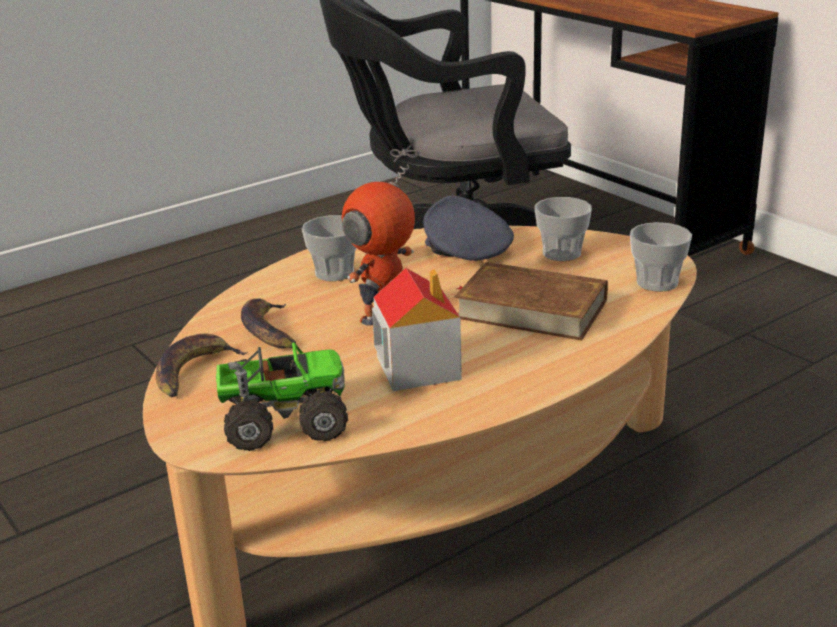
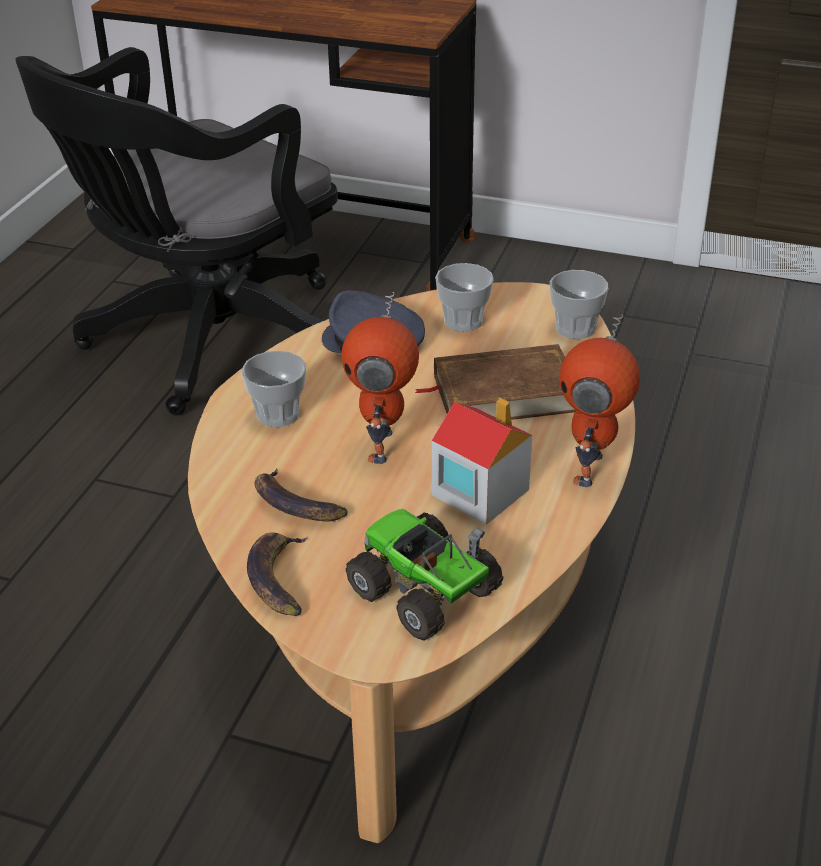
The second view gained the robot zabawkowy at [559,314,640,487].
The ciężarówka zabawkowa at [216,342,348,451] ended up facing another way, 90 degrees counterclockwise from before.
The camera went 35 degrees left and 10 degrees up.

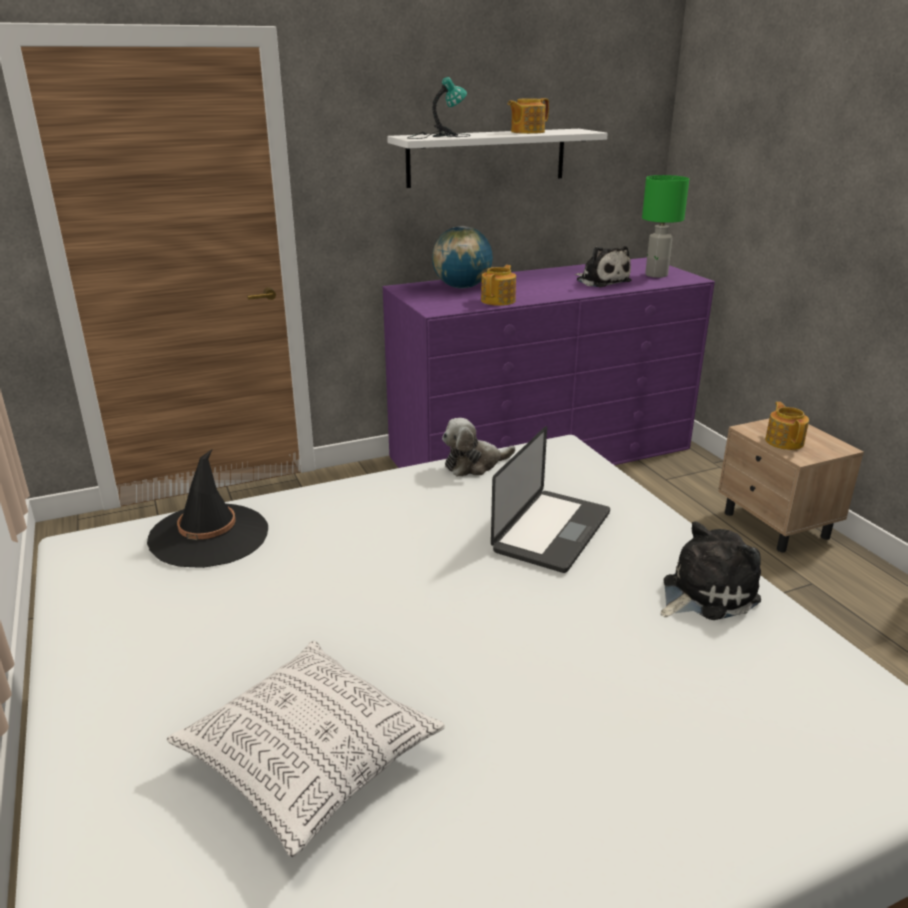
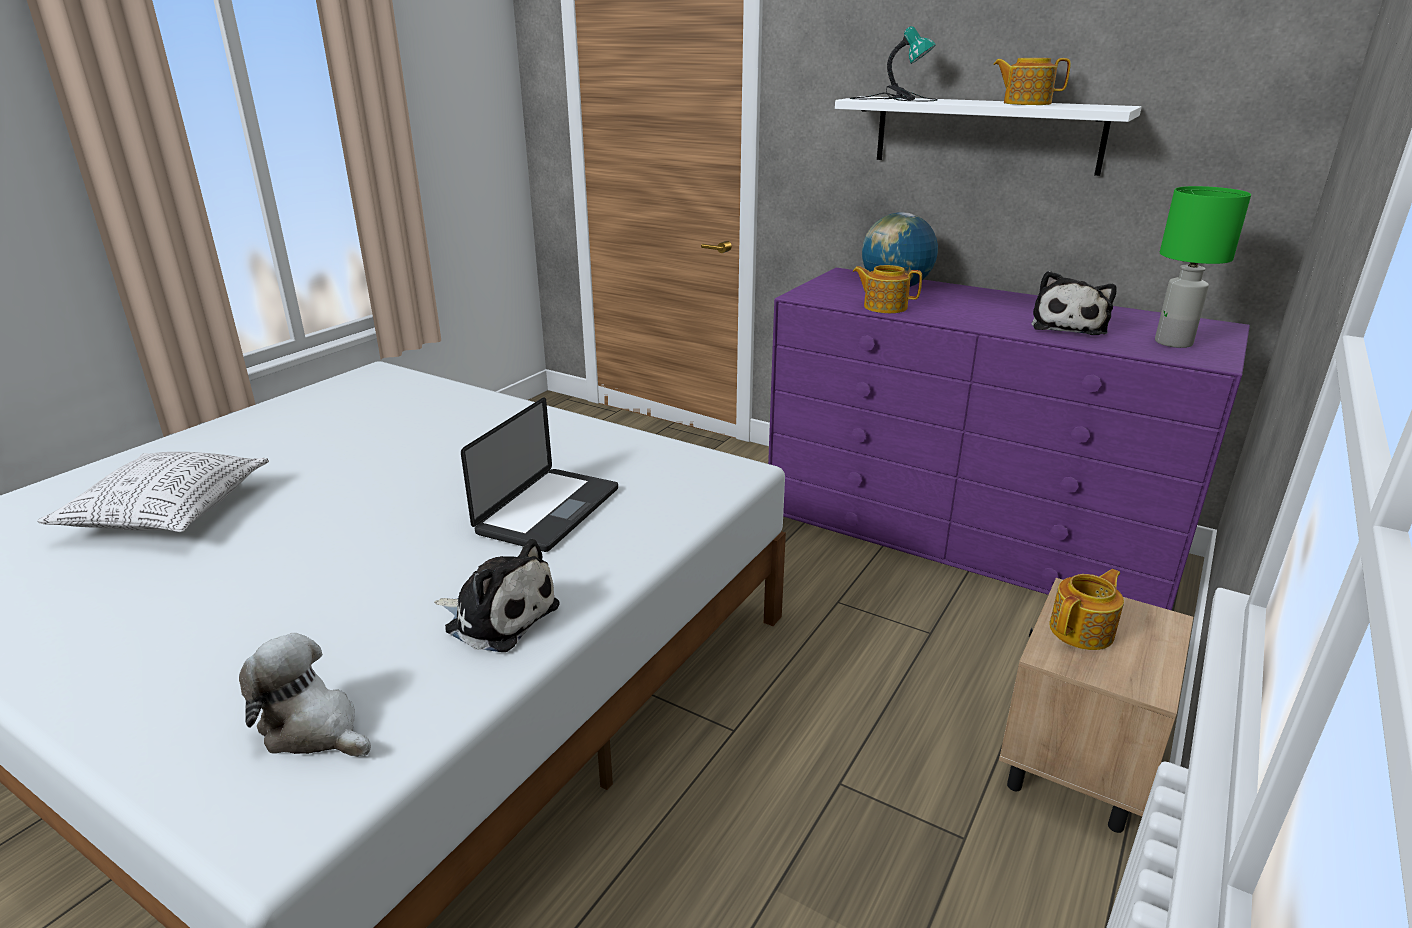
The second view lost the kapelusz/czarny at [147,450,268,568].
The pluszak ended up elsewhere, having gone from [442,418,515,477] to [239,633,371,757].
The imbryk at [481,265,516,306] ended up facing another way, 150 degrees counterclockwise from before.
The laptop at [491,426,610,573] ended up facing another way, 60 degrees counterclockwise from before.
The camera went 55 degrees right and 0 degrees up.

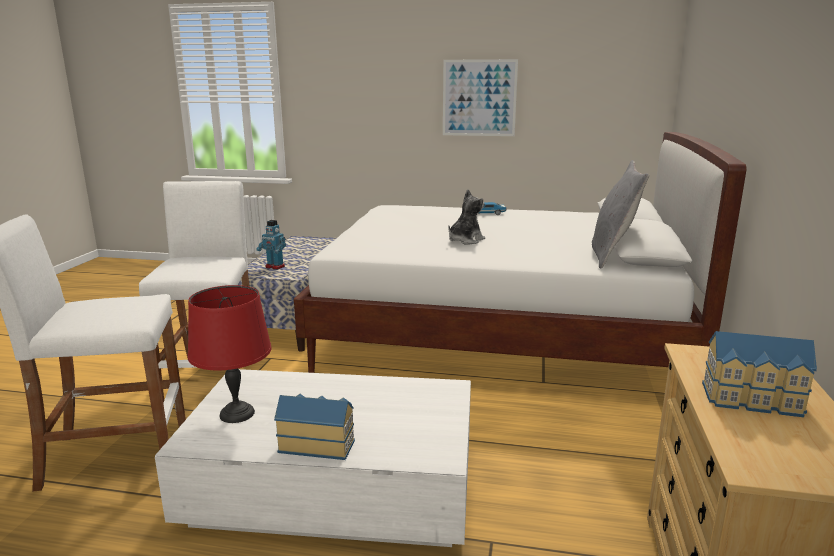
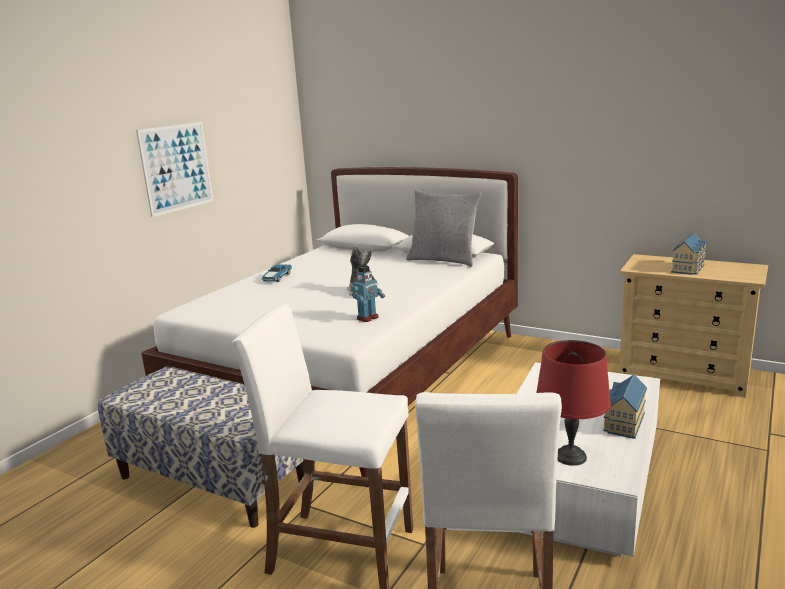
The robot zabawkowy ended up elsewhere, having gone from [257,220,286,270] to [352,265,385,322].
The camera went 70 degrees left and 0 degrees up.

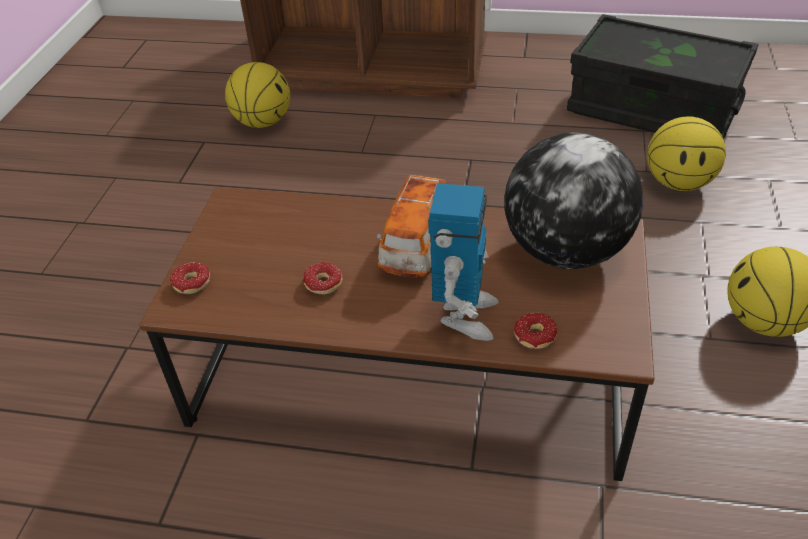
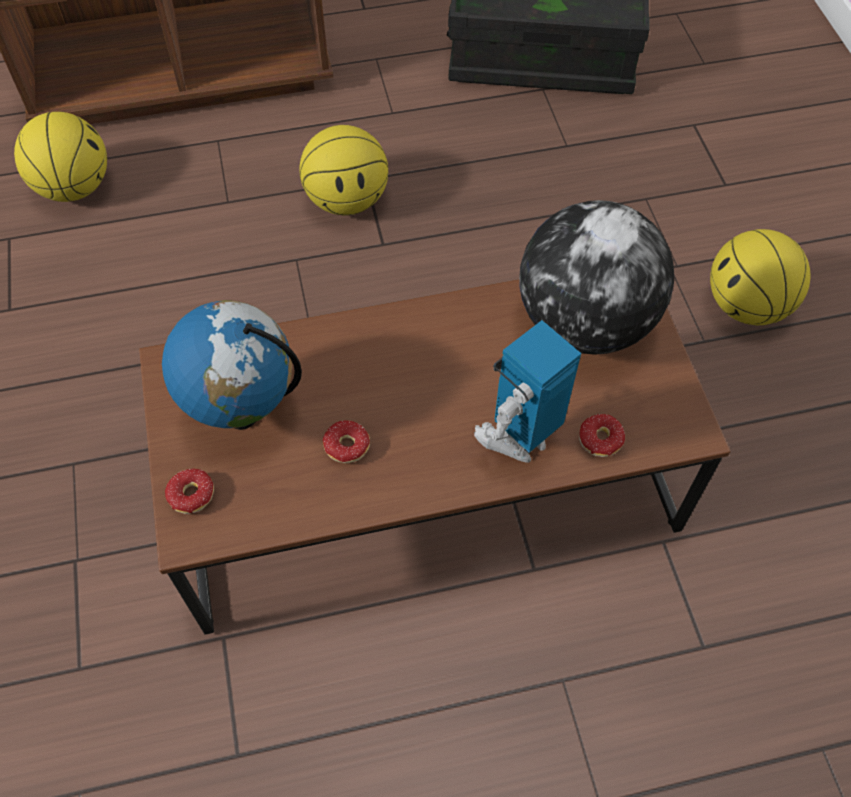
The second view lost the samochodzik at [377,175,447,278].
The second view gained the globus at [162,300,302,430].
The piłka do koszykówki ended up elsewhere, having gone from [647,116,726,191] to [299,125,388,215].
The robot zabawkowy at [428,183,499,341] ended up facing another way, 120 degrees counterclockwise from before.
The camera went 25 degrees left and 15 degrees up.

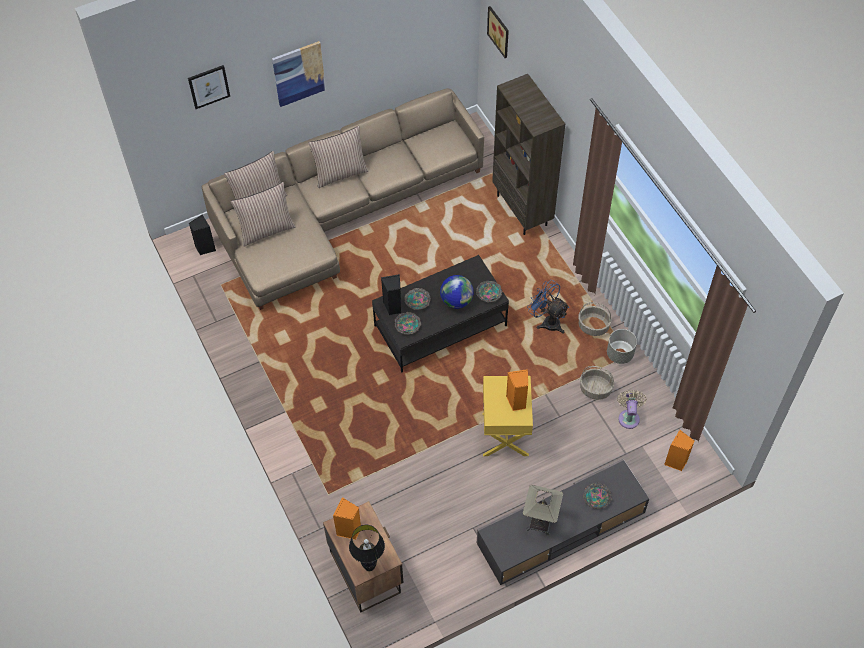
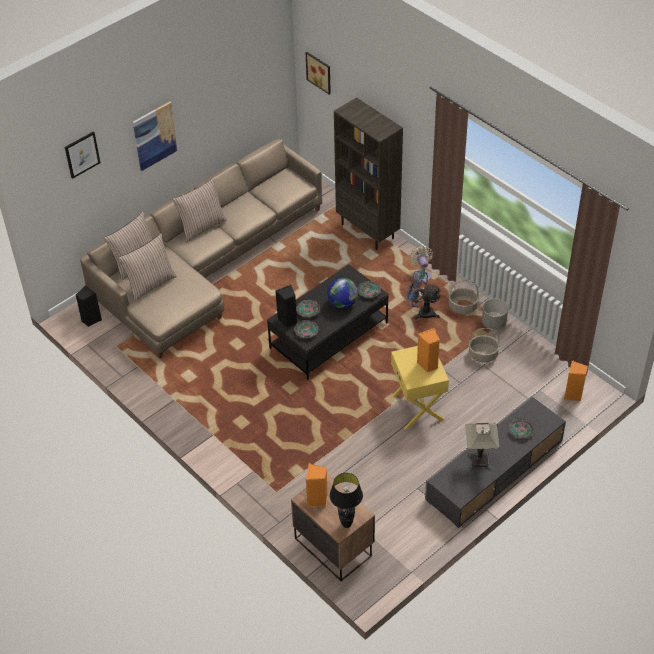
The wentylator/beżowy ended up elsewhere, having gone from [617,390,647,429] to [409,246,432,283].
The camera went 15 degrees left and 10 degrees down.

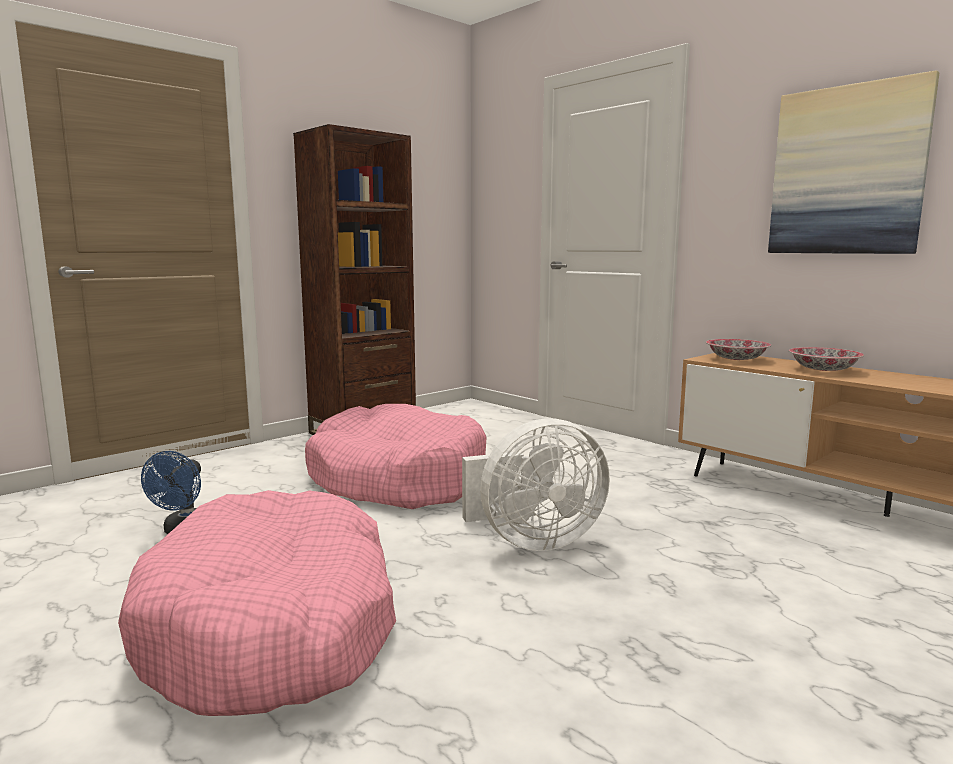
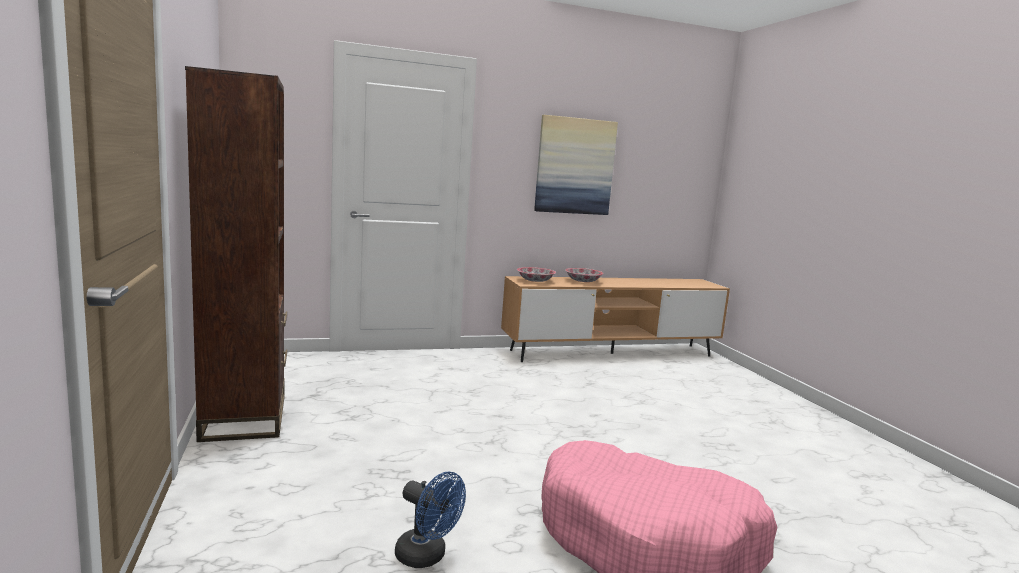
The second view lost the legowisko/różowy at [305,404,487,509].
The second view lost the wentylator/biały at [462,418,610,551].
The camera went 65 degrees left and 0 degrees up.

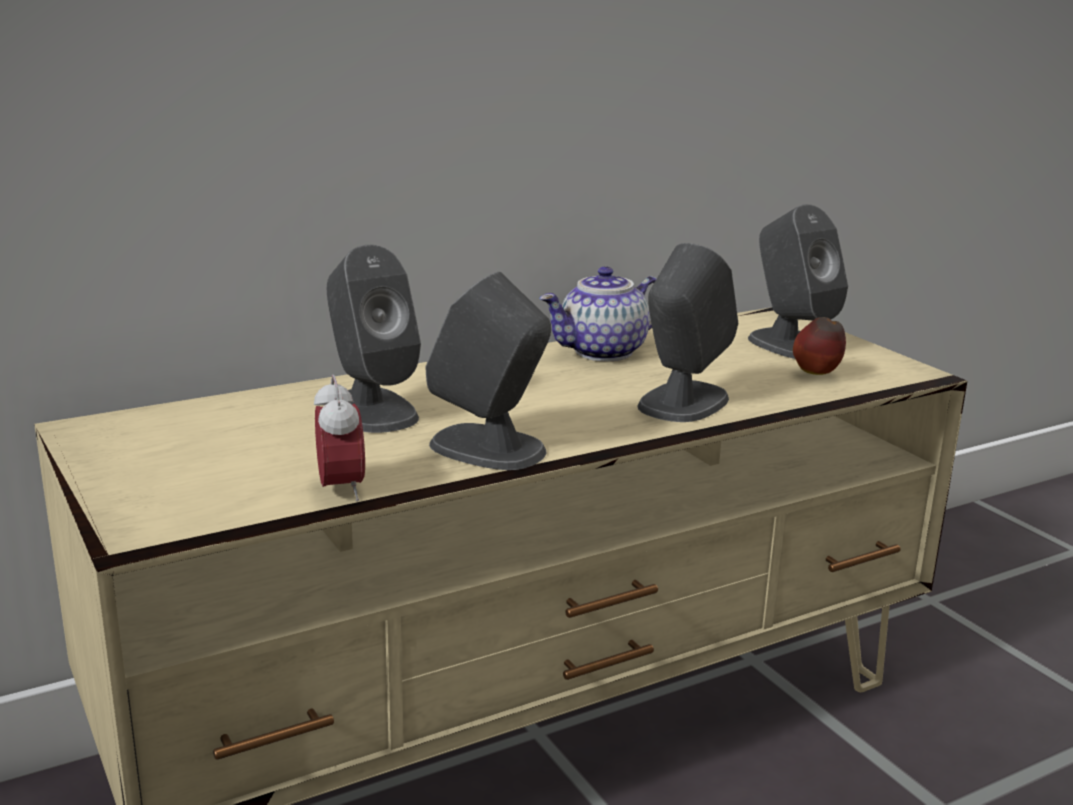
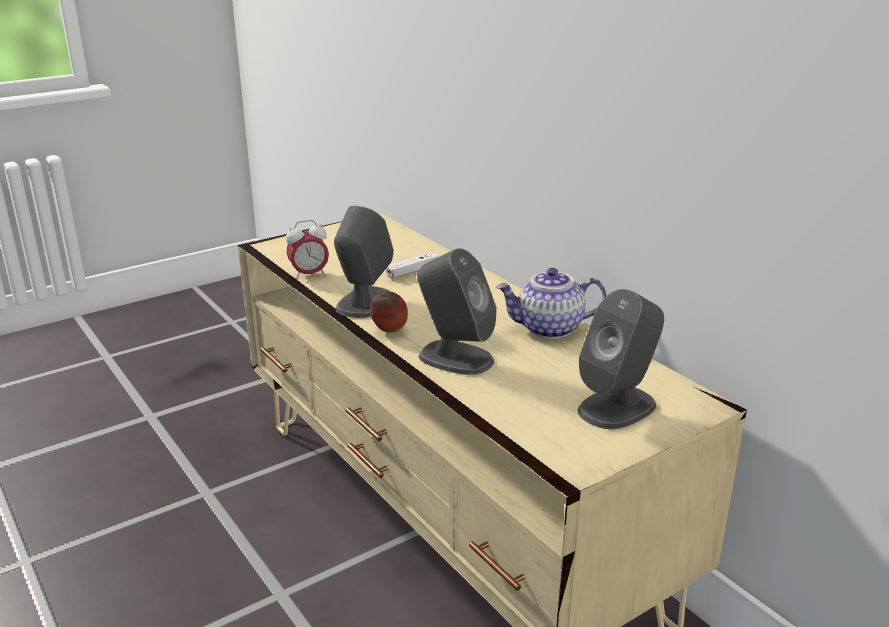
The jabłko ended up elsewhere, having gone from [793,317,846,375] to [370,292,408,333].
Where the głośnik/szary stood at [327,245,421,433], the pad do gier/biały came to stand at [386,252,439,279].
The imbryk at [539,266,657,361] ended up facing another way, 60 degrees counterclockwise from before.
The camera went 85 degrees right and 5 degrees up.

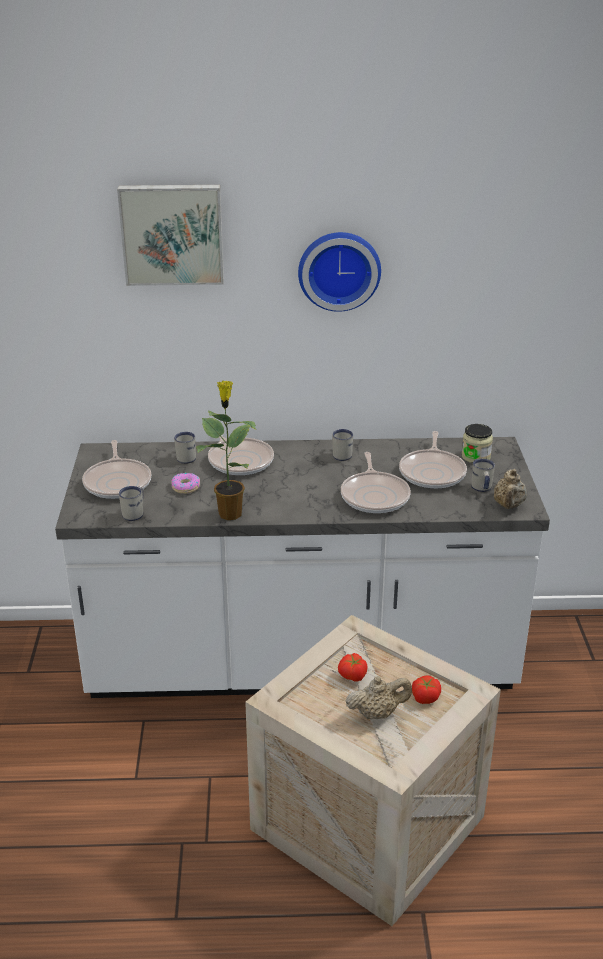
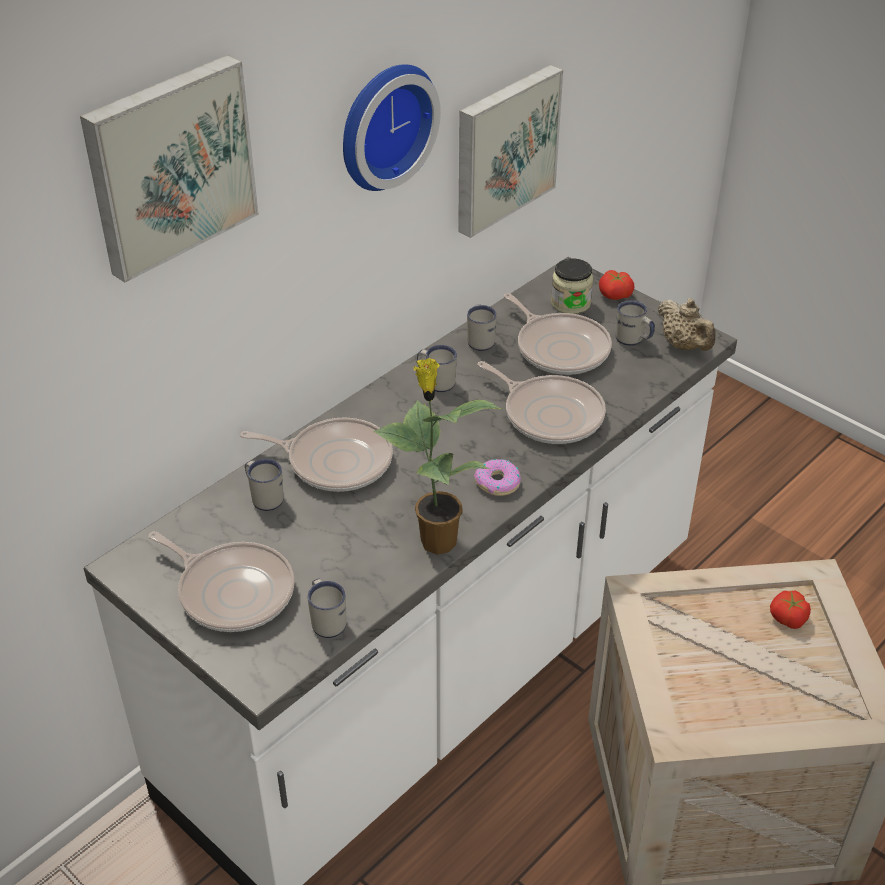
The second view lost the imbryk/beżowy at [346,676,412,719].
The second view gained the obraz at [458,65,563,238].
The second view gained the kubek/biały at [467,305,497,351].
The donut ended up elsewhere, having gone from [171,473,200,494] to [474,459,521,496].
The pomidor ended up elsewhere, having gone from [338,653,368,682] to [599,270,634,300].
The camera went 45 degrees left and 10 degrees up.

